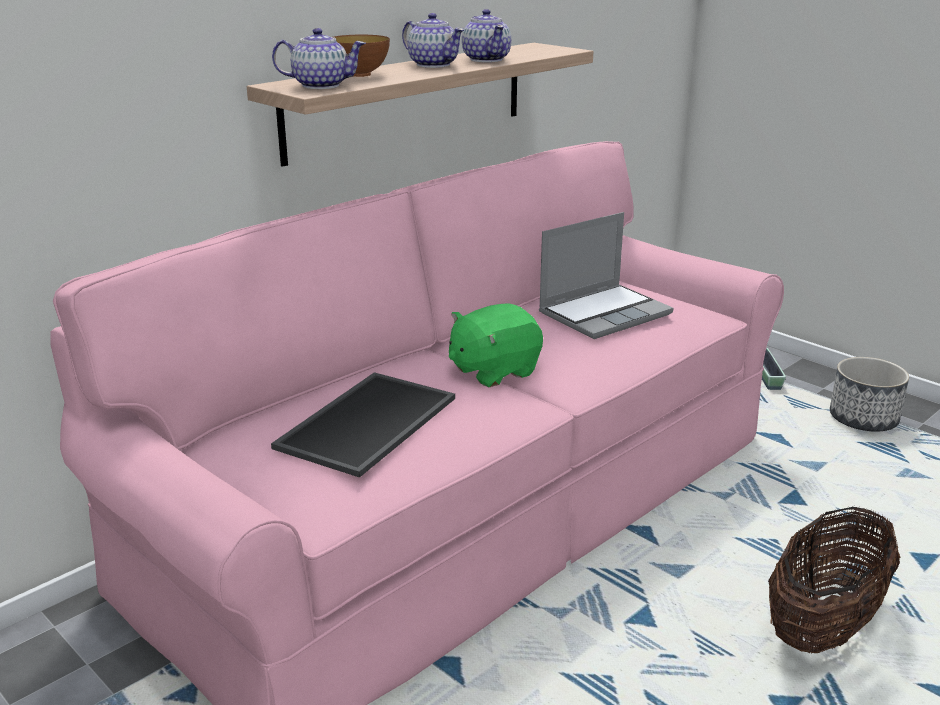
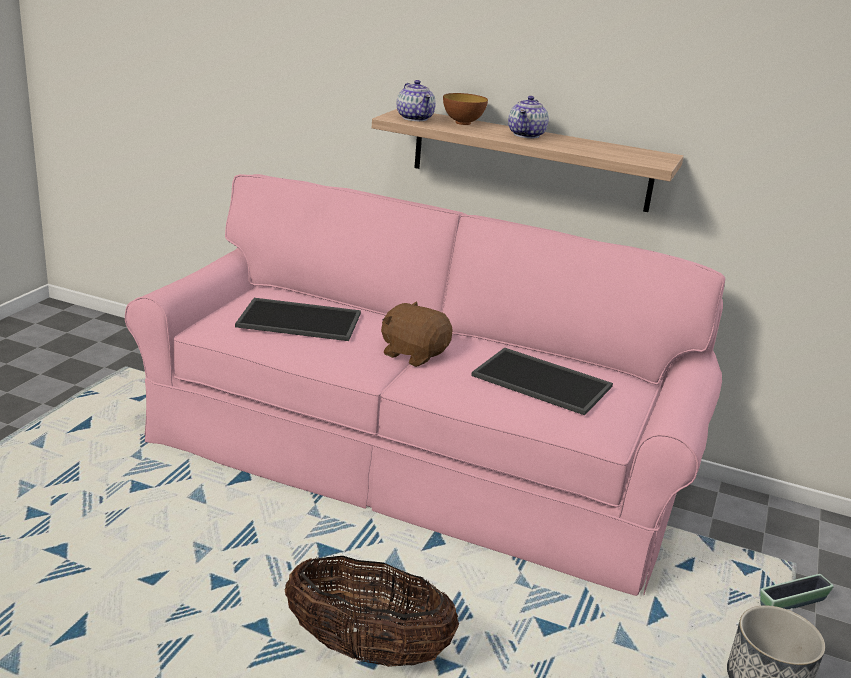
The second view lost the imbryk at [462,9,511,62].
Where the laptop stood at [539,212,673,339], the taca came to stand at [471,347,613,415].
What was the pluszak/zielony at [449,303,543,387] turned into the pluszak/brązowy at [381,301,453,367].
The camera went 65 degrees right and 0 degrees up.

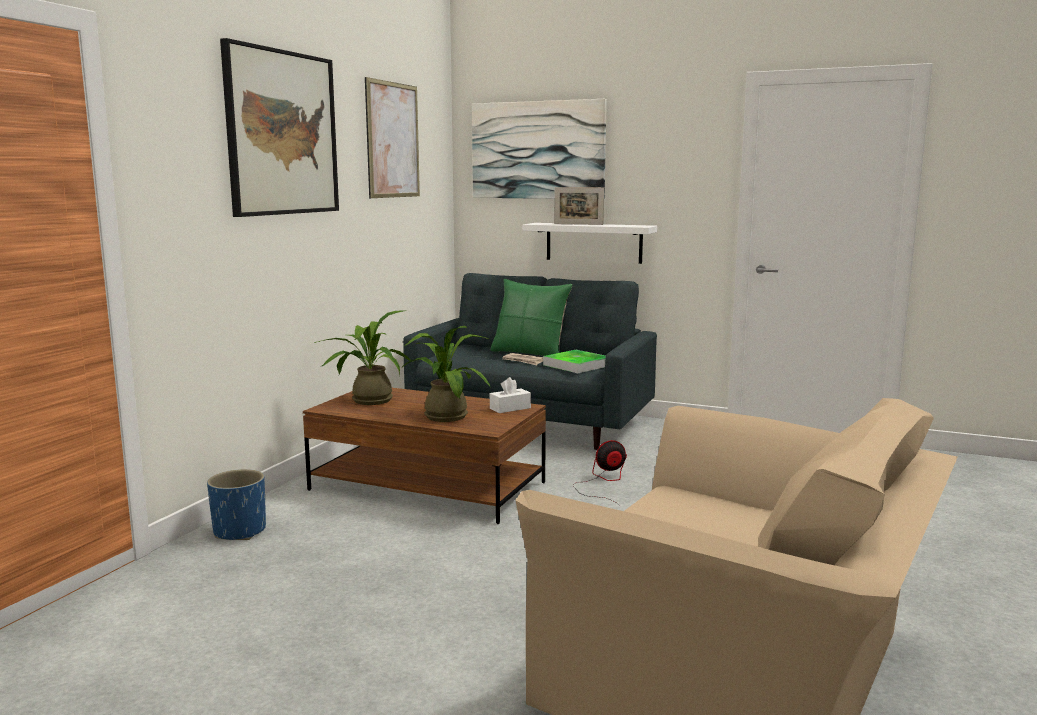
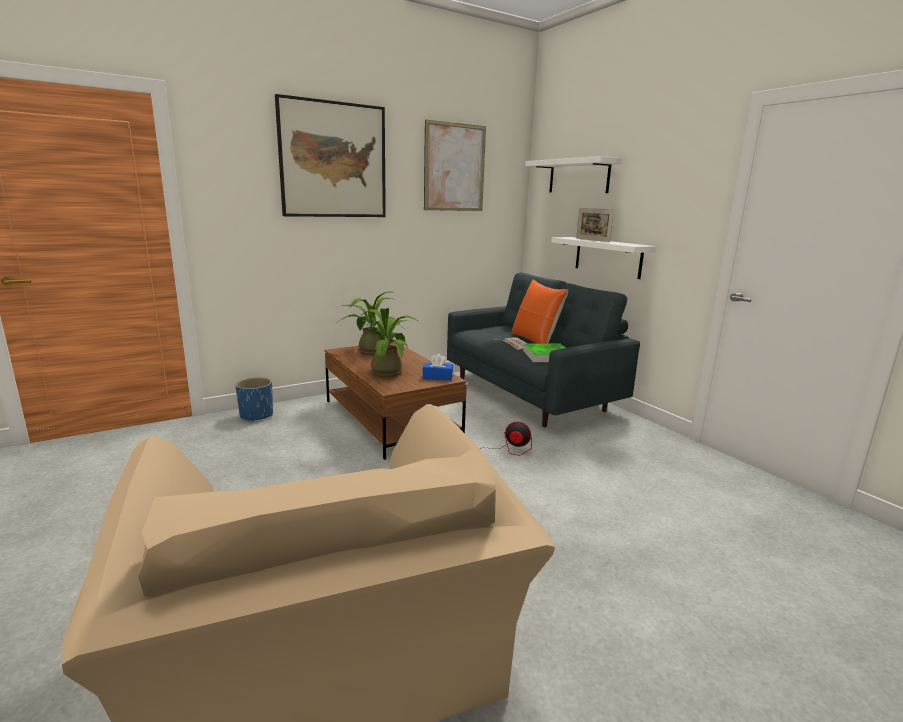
Where the obraz hung at [472,99,607,199], the półka/biały came to hang at [525,156,622,193].
What was the pudełko chusteczek/biały at [490,377,531,413] turned into the pudełko chusteczek/niebieski at [423,354,453,381].
What was the poduszka/zielony at [491,279,573,356] turned into the poduszka/pomarańczowy at [512,280,568,344].
The camera went 35 degrees right and 5 degrees up.

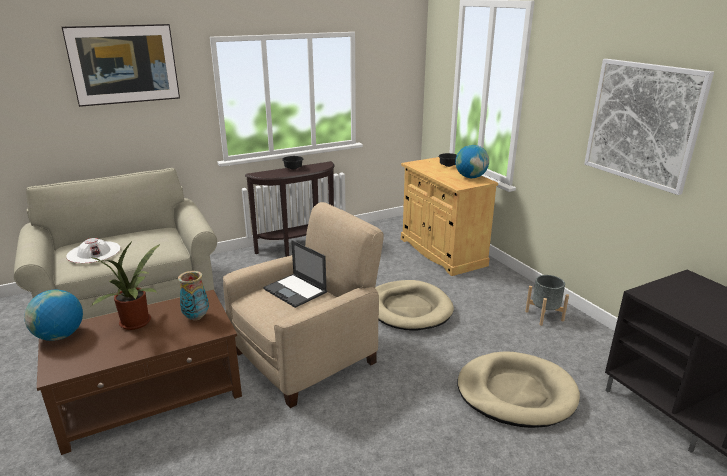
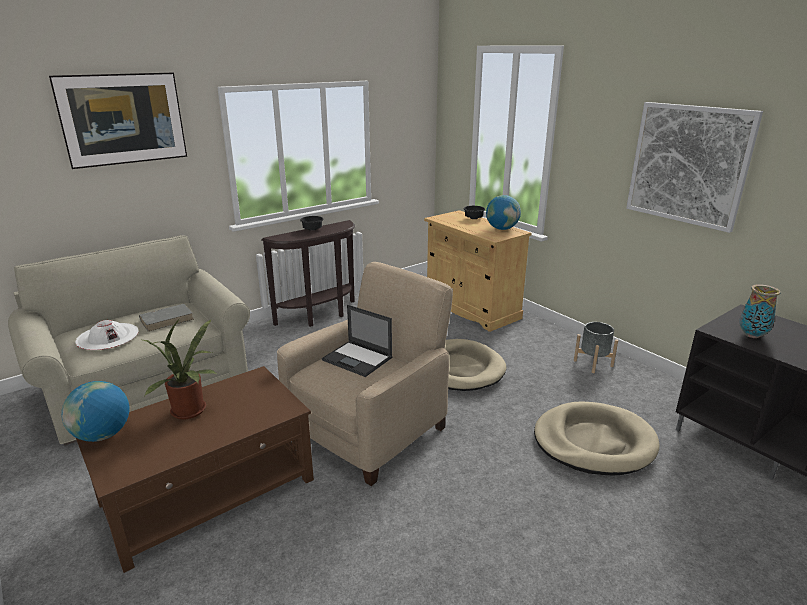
The second view gained the książka/szary at [139,304,194,331].
The wazon ended up elsewhere, having gone from [178,271,209,321] to [739,284,781,338].
The camera went 10 degrees left and 0 degrees up.

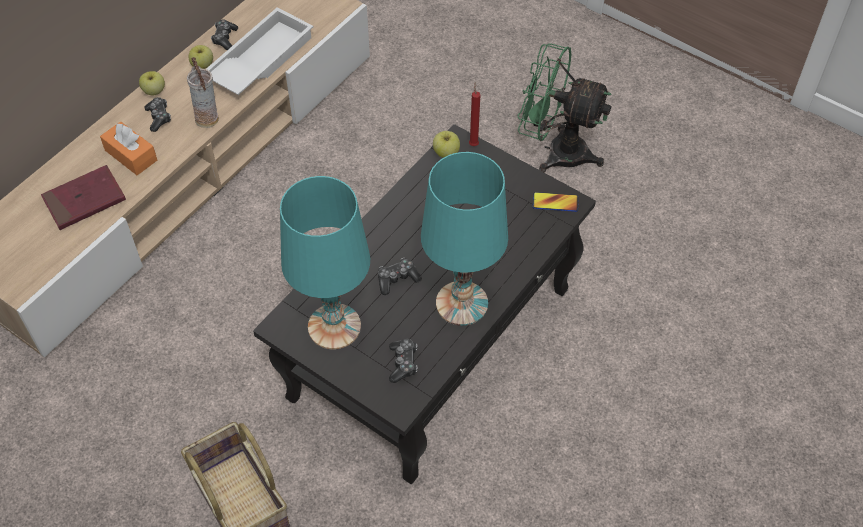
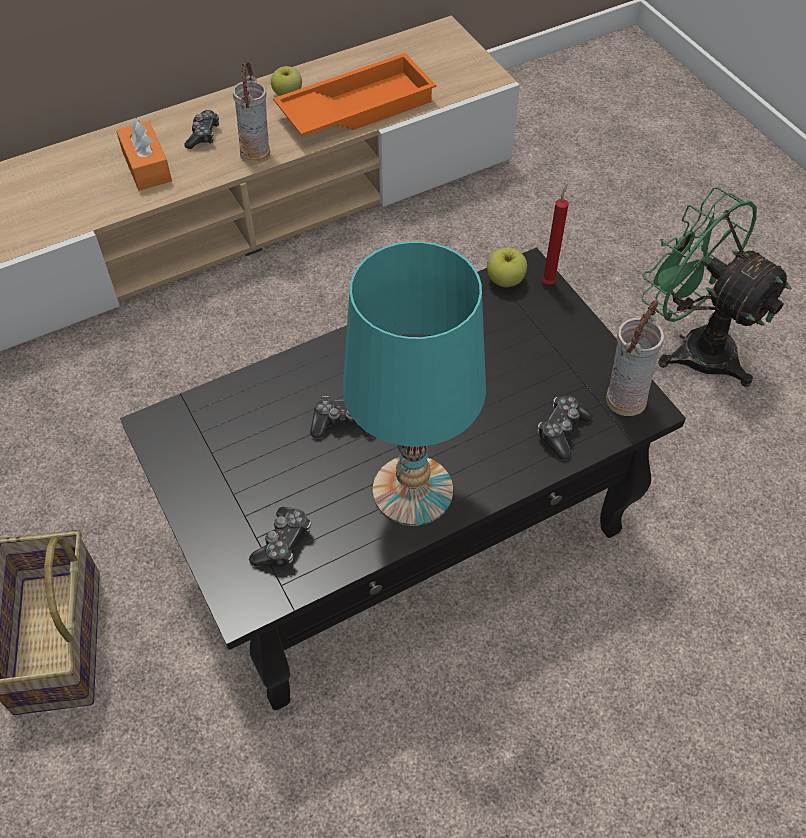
The second view lost the książka/czerwony at [41,165,126,230].
The second view lost the jabłko at [139,71,165,96].
The second view lost the lampa stołowa/turkusowy at [280,176,370,349].
The pad do gier ended up elsewhere, having gone from [211,19,238,50] to [538,396,593,459].
Where the telefon stood at [533,192,578,212], the wazon came to stand at [606,300,664,416].
What was the taca/biały at [206,8,314,95] turned into the taca/pomarańczowy at [273,53,436,136].
The camera went 25 degrees right and 0 degrees up.

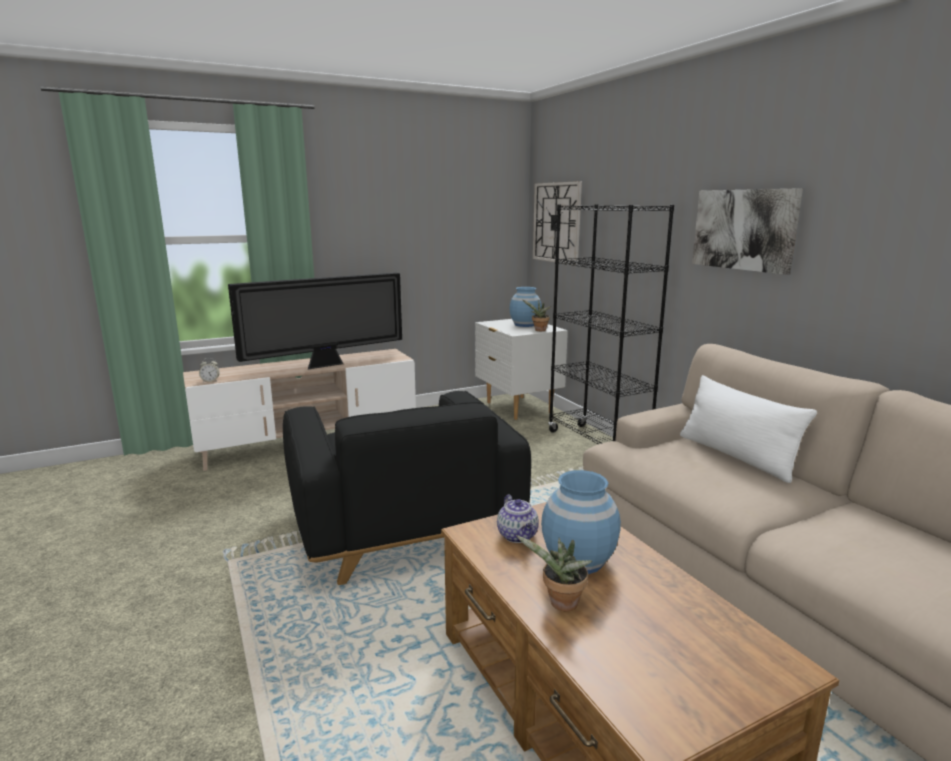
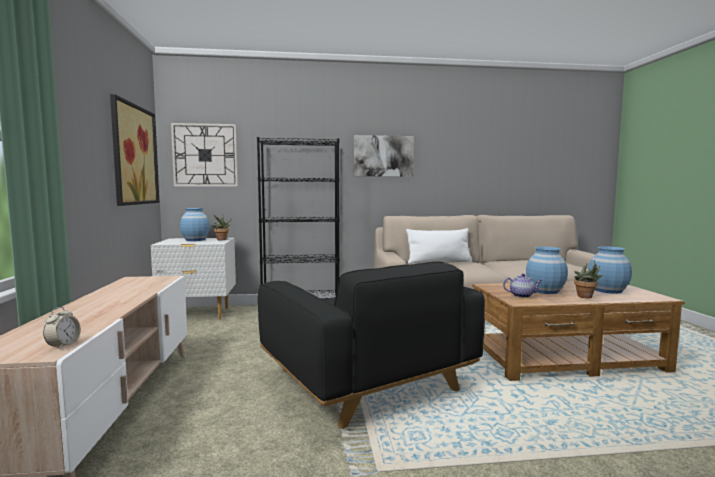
The second view lost the telewizor at [228,272,402,369].
The second view gained the obraz at [110,94,160,206].
The second view gained the wazon/niebieski at [588,246,632,294].
The fotel/czarny at [283,391,531,585] ended up facing another way, 60 degrees clockwise from before.
The camera went 70 degrees left and 10 degrees down.

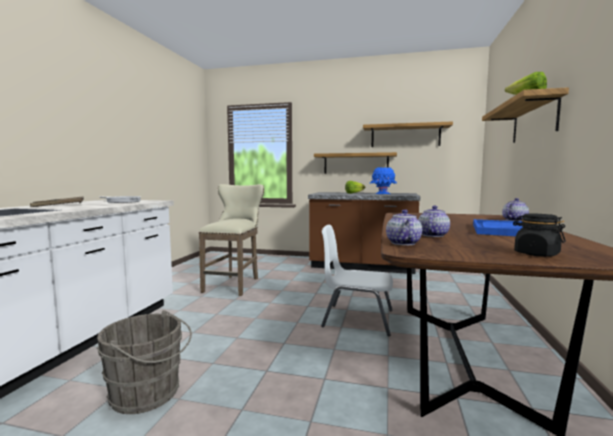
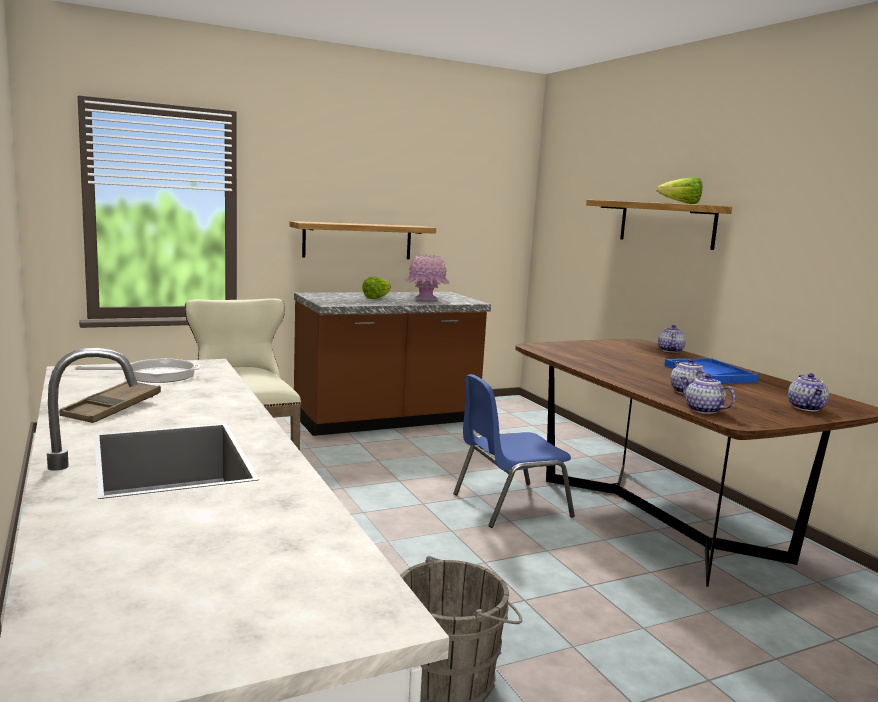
The second view lost the półka at [363,121,453,147].
Where the słoik/czarny stood at [513,214,566,257], the imbryk came to stand at [788,373,829,411].
What was the krzesło/biały at [321,225,393,336] turned into the krzesło/niebieski at [453,374,575,528].
What was the wazon/niebieski at [370,167,397,194] turned into the wazon/różowy at [405,255,450,300].
The camera went 40 degrees left and 5 degrees up.

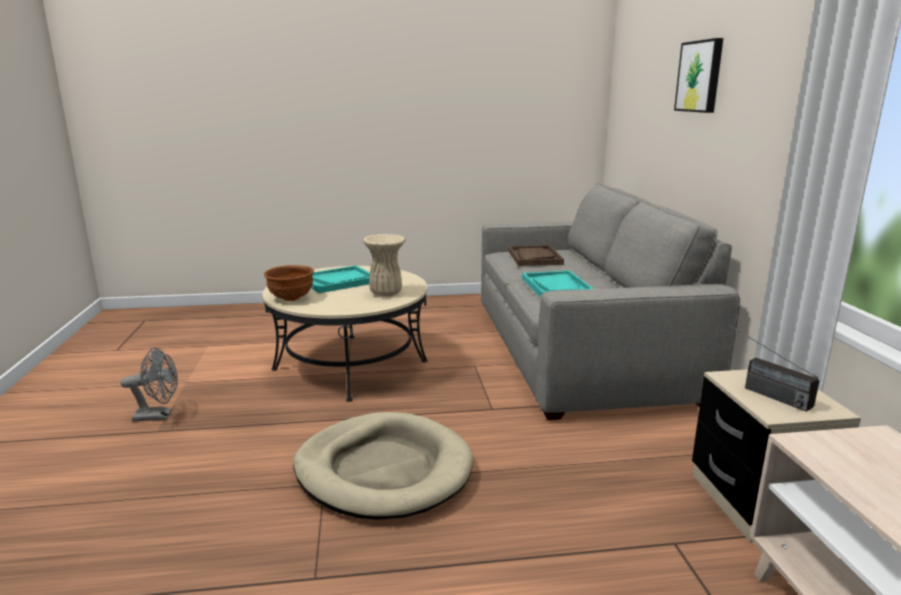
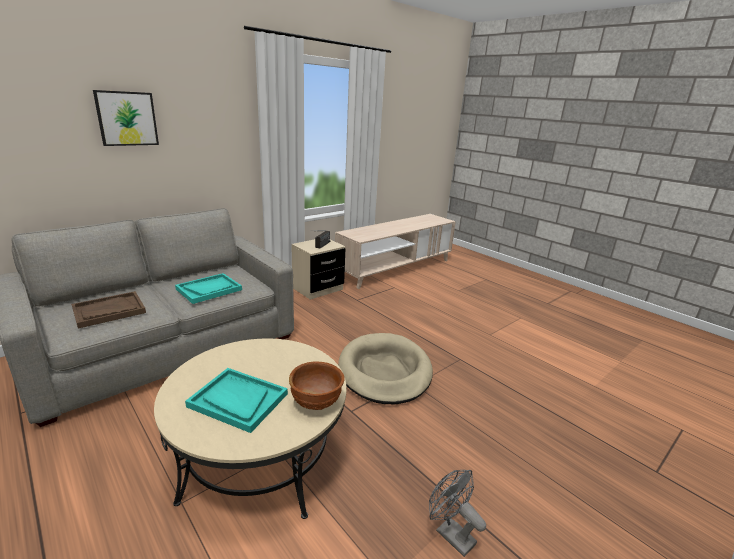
The second view lost the wazon/beżowy at [362,234,406,296].
The camera went 125 degrees left and 5 degrees up.

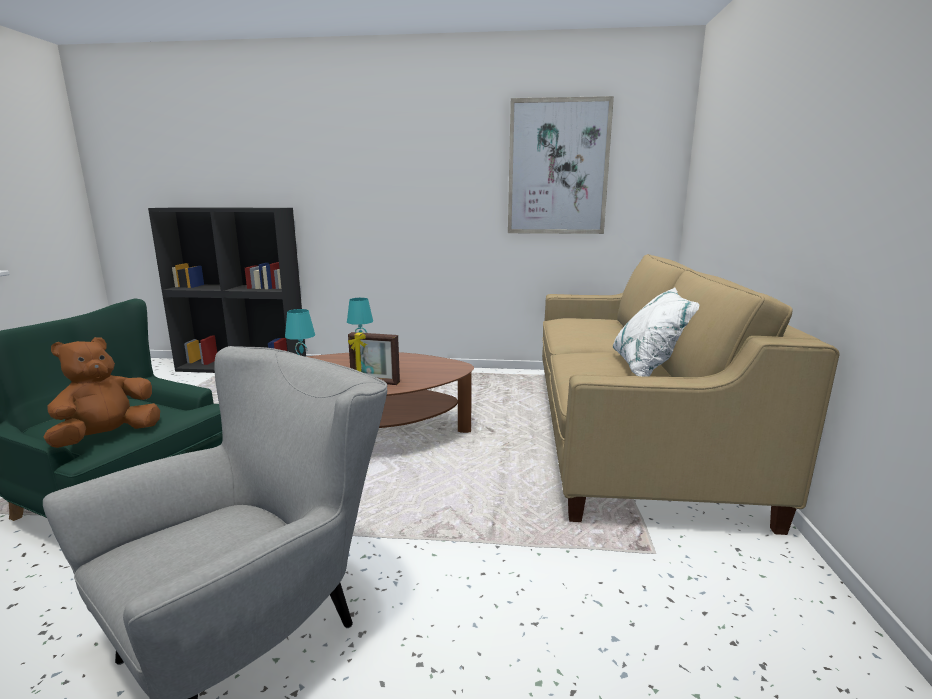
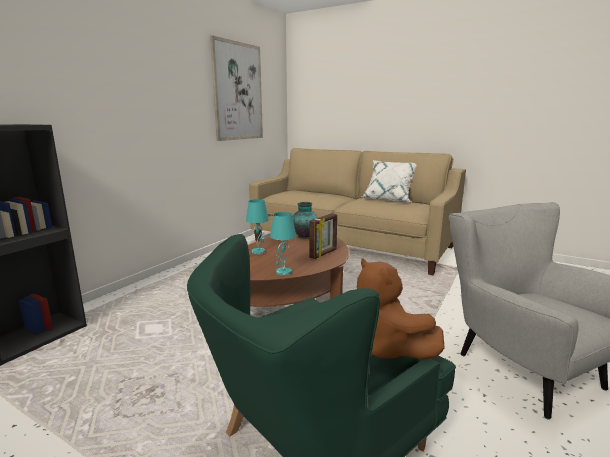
The second view gained the wazon at [293,202,318,239].
The camera went 65 degrees left and 0 degrees up.

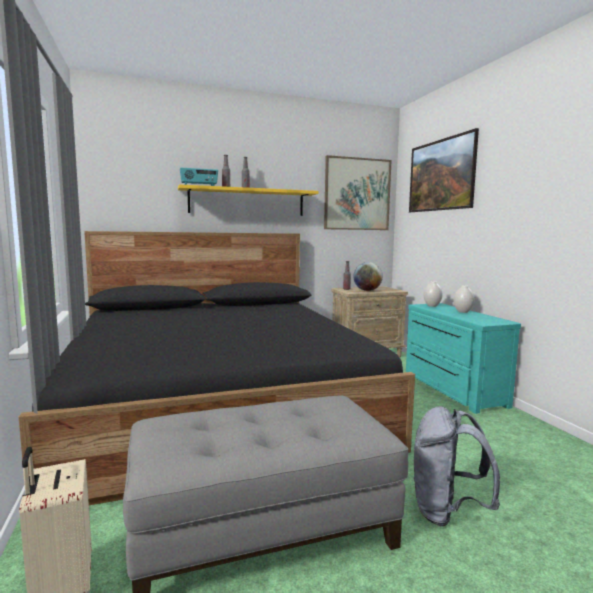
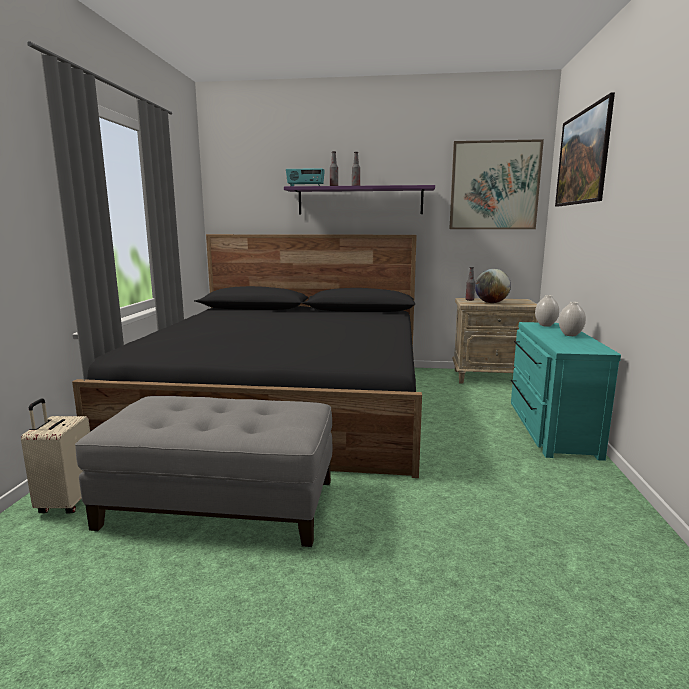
The second view lost the plecak/szary at [414,406,500,526].
What was the półka/żółty at [178,184,318,216] turned into the półka/fioletowy at [284,185,435,215].
The camera went 25 degrees right and 5 degrees up.

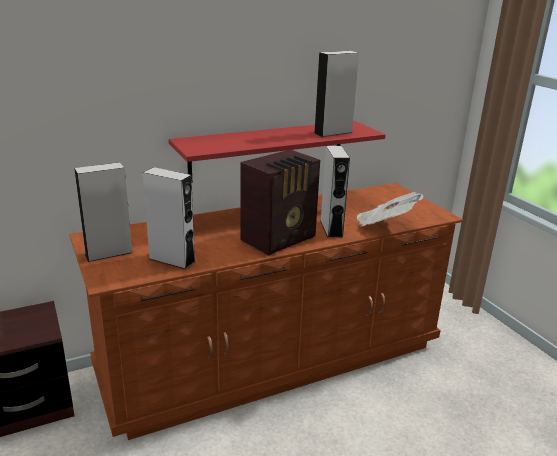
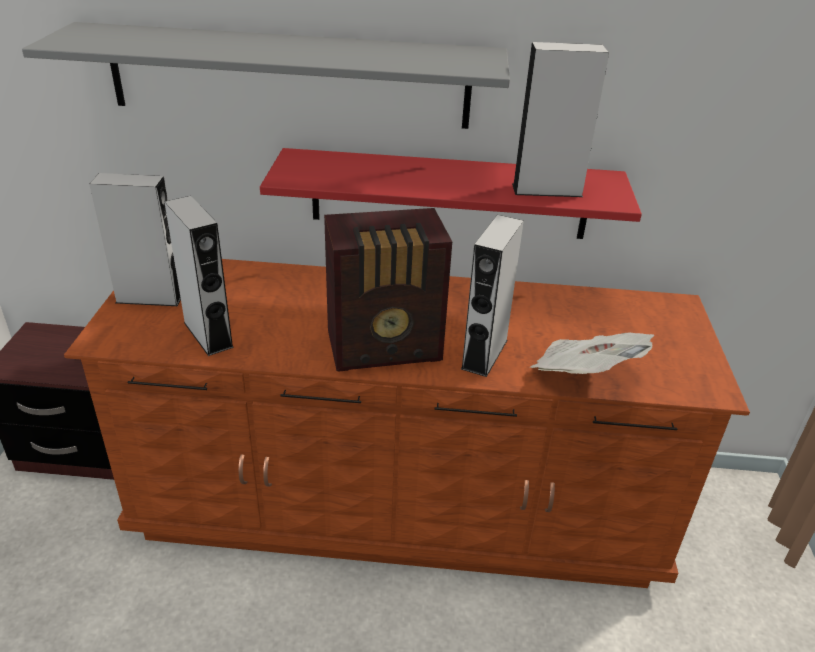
The second view gained the półka/szary at [22,22,510,129].
The camera went 30 degrees right and 10 degrees up.

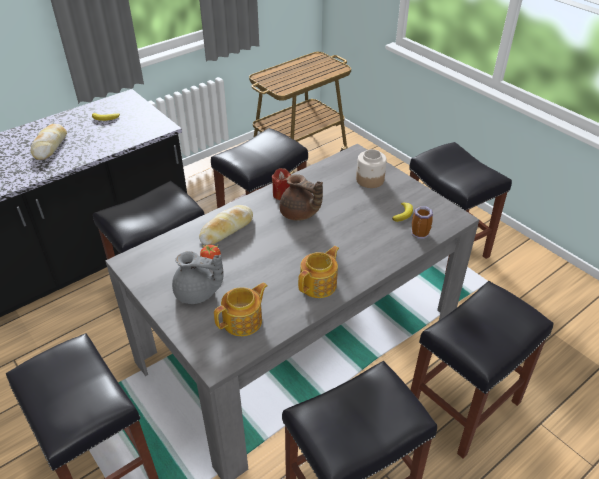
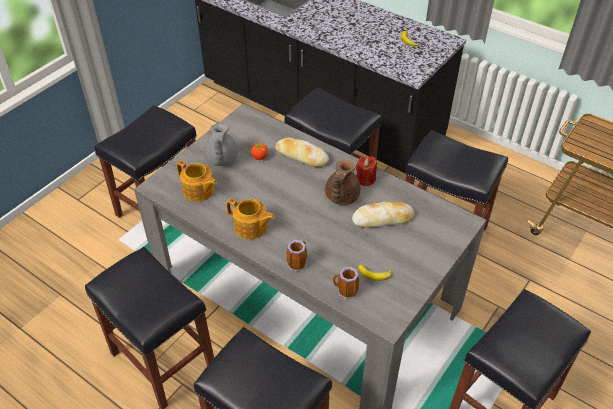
The second view lost the słoik at [356,149,387,188].
The second view gained the kubek at [287,239,307,272].
The chleb ended up elsewhere, having gone from [31,124,67,160] to [352,202,414,228].
The camera went 75 degrees right and 5 degrees up.

